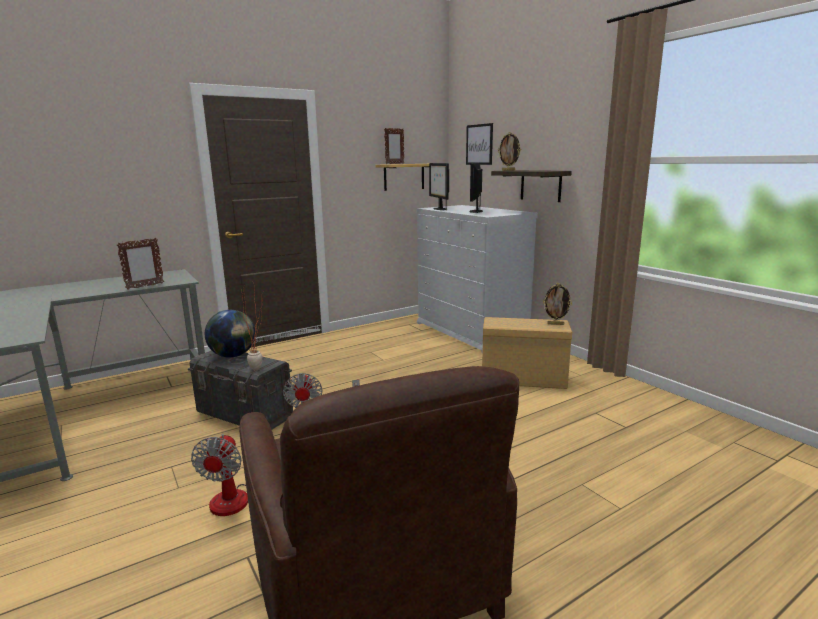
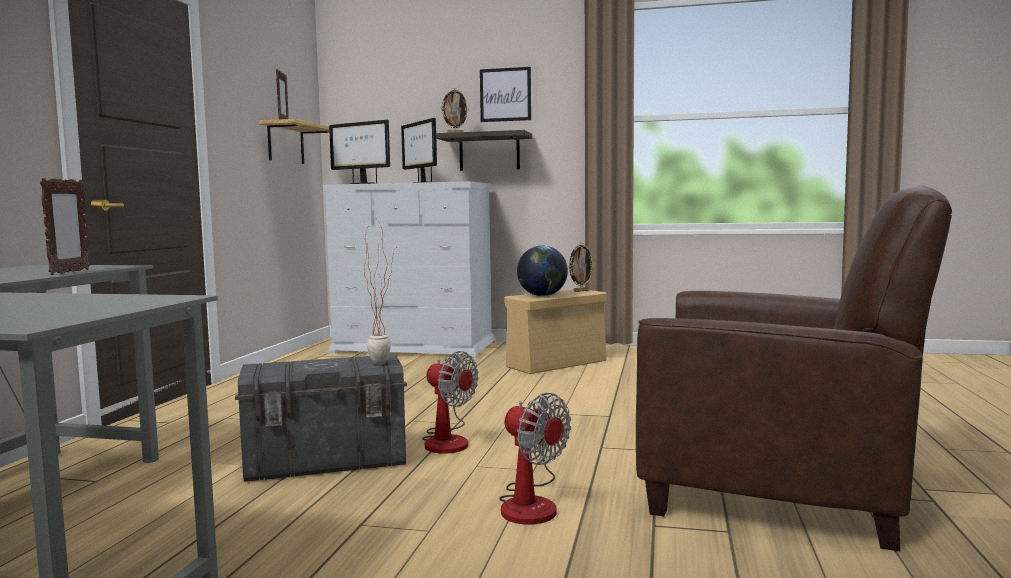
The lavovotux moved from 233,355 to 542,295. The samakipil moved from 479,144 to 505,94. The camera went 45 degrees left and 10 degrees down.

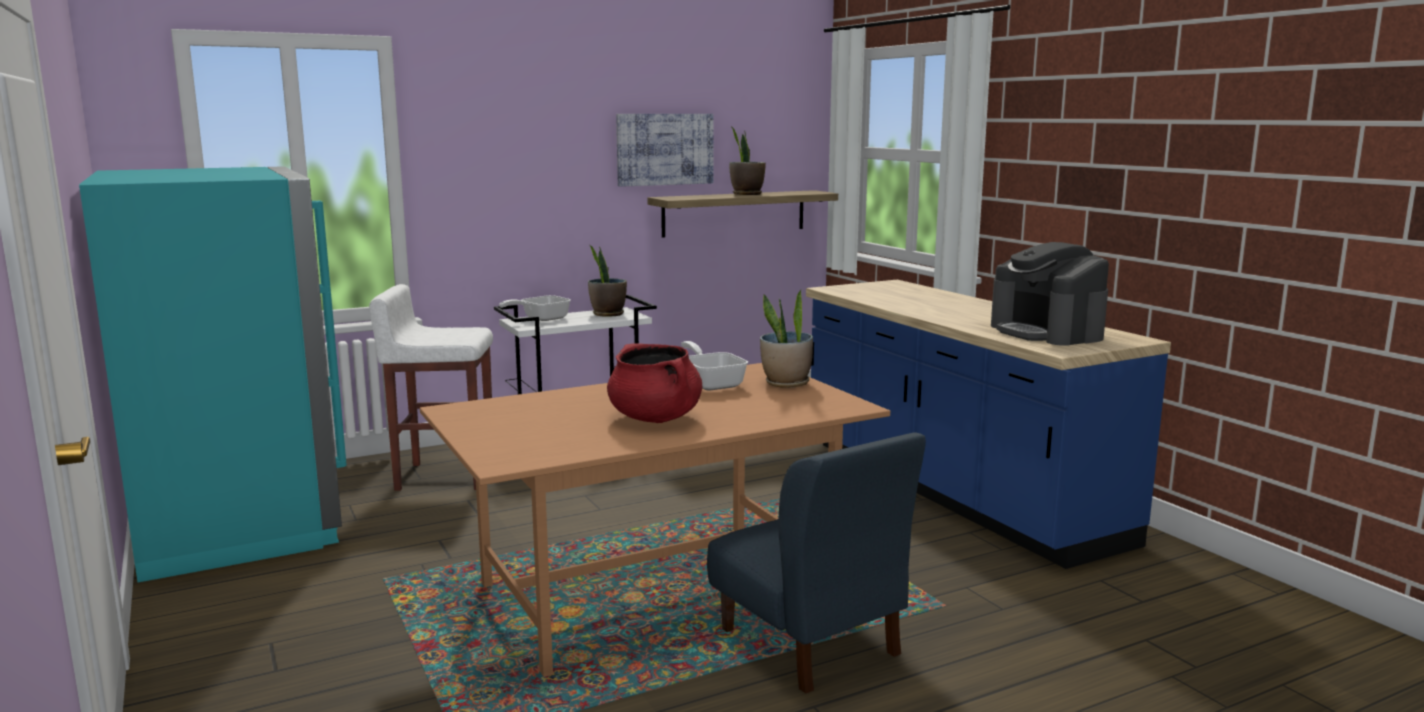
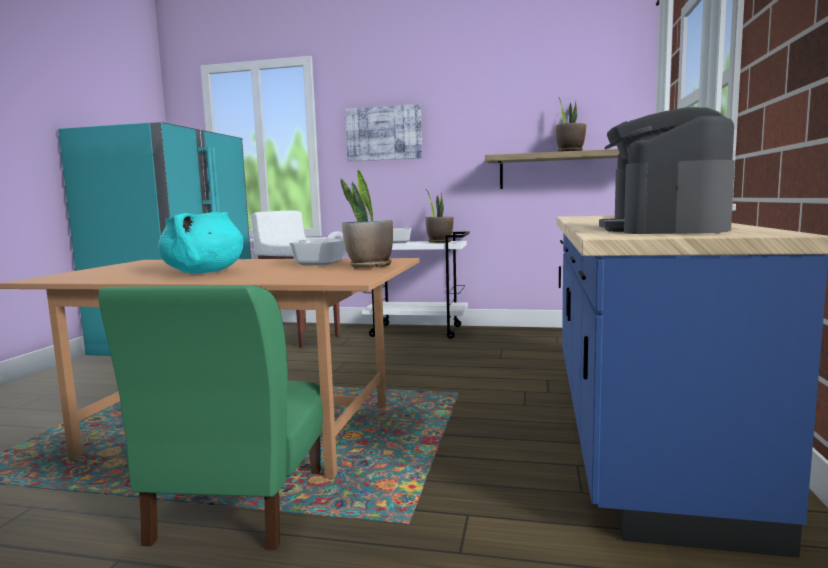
The samakipil moved from 665,149 to 383,133. The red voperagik at 655,418 became the turquoise voperagik at 204,272. The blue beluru at 809,643 became the green beluru at 239,505. The camera went 40 degrees right and 5 degrees down.

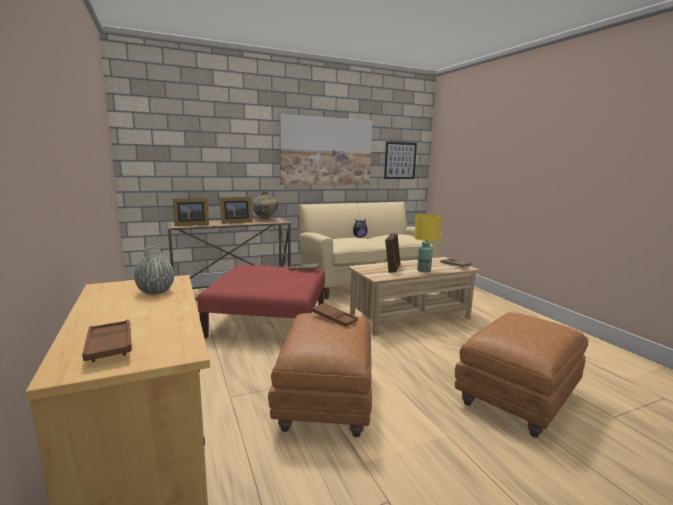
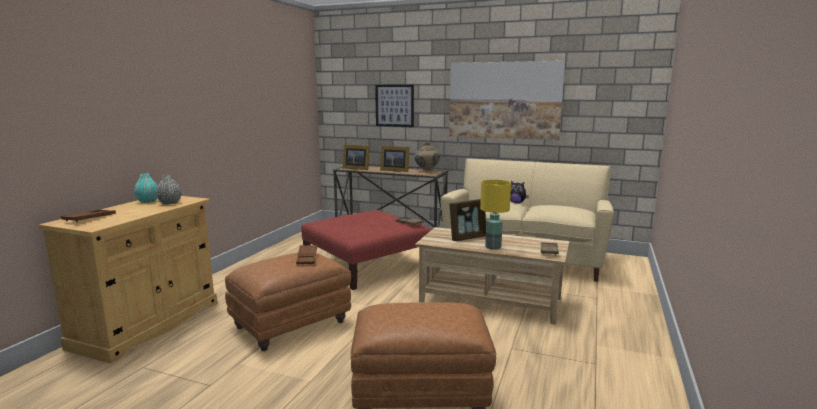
The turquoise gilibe at 148,201 appeared. The samakipil moved from 400,160 to 394,105. The camera went 45 degrees right and 0 degrees up.

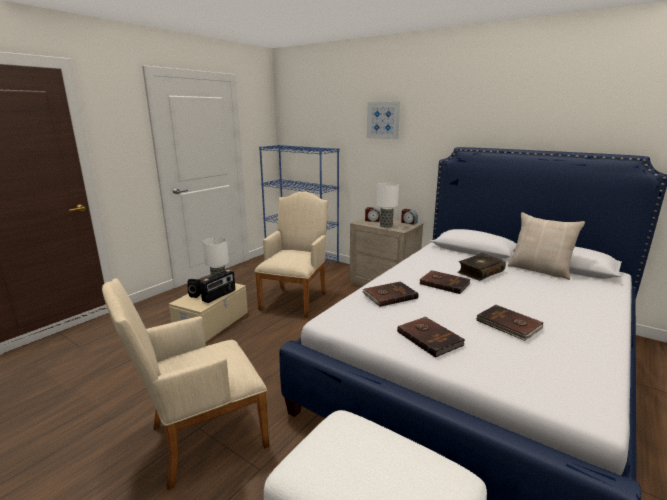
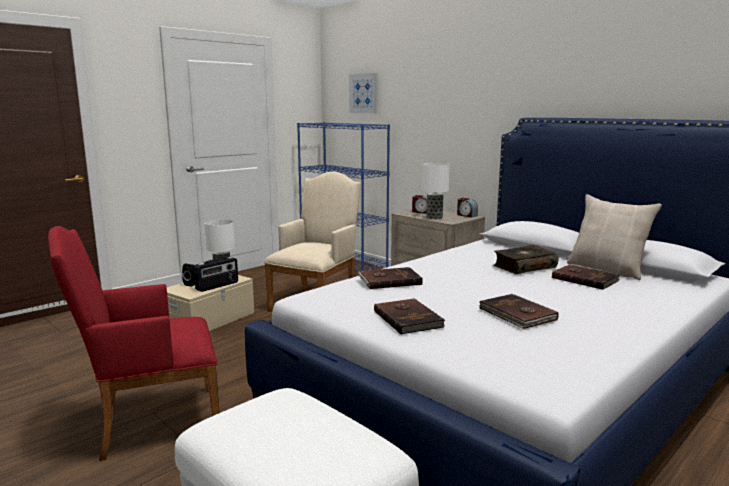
The samakipil moved from 383,120 to 364,93. The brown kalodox moved from 444,283 to 584,279. The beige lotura at 200,439 became the red lotura at 150,422. The camera went 10 degrees right and 5 degrees down.

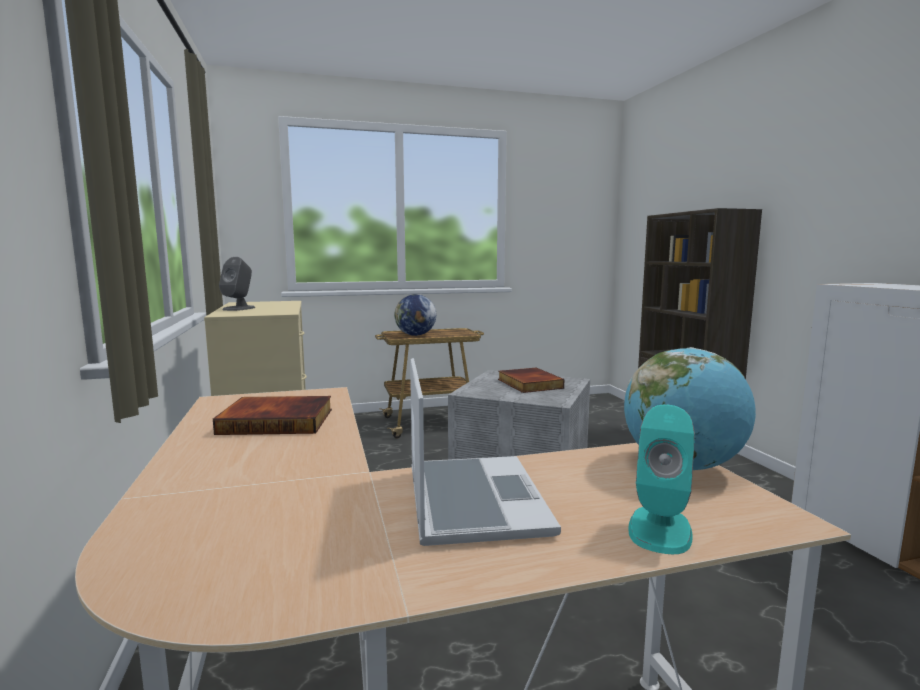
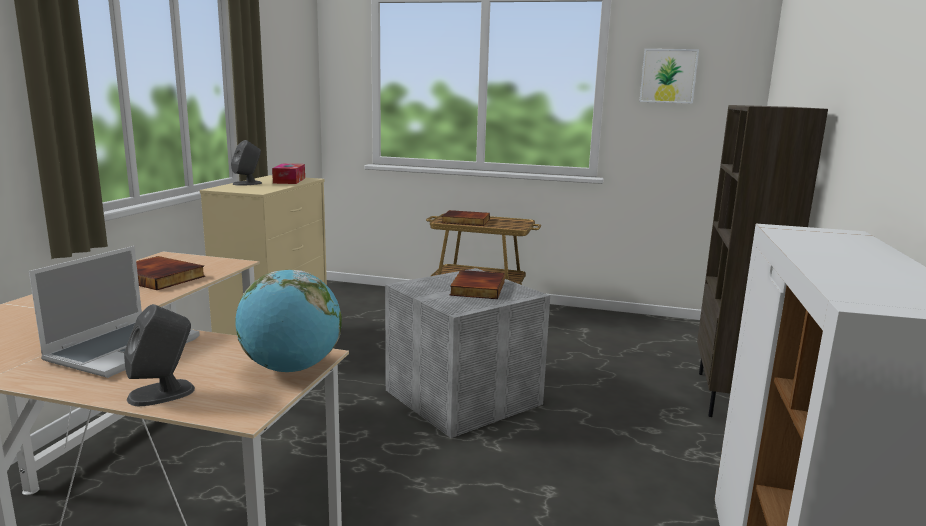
The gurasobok at 289,180 appeared. The samakipil at 668,76 appeared. The lavovotux at 415,335 was replaced by the kalodox at 465,221. The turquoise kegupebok at 660,529 became the grey kegupebok at 162,393. The camera went 30 degrees right and 5 degrees up.

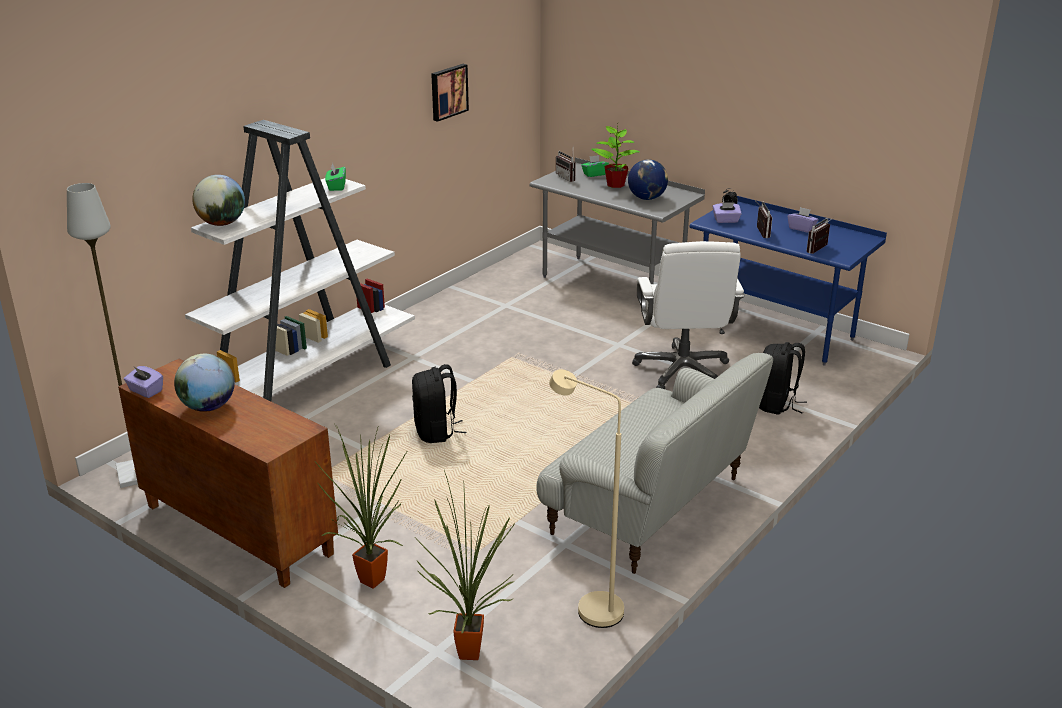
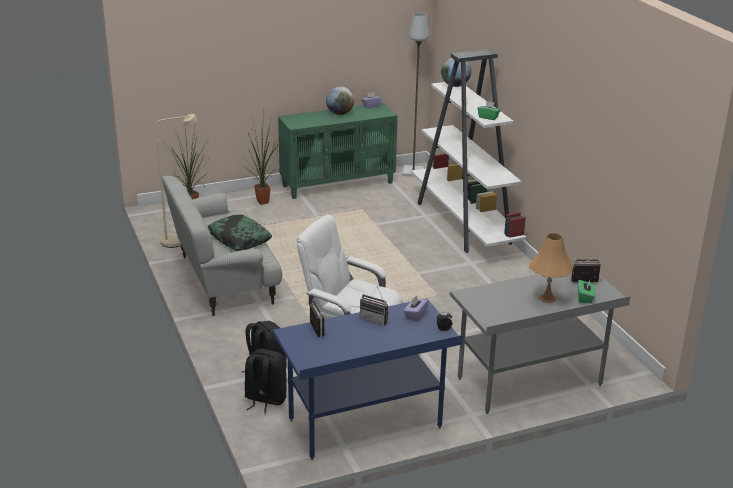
The samakipil at 448,91 disappeared. The lavovotux at 647,198 disappeared. The purple gurasobok at 801,228 disappeared. The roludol at 239,239 appeared. The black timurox moved from 436,432 to 265,399. The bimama at 616,185 was replaced by the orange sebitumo at 547,298. The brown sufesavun at 236,530 became the green sufesavun at 338,184. The camera went 120 degrees right and 0 degrees up.

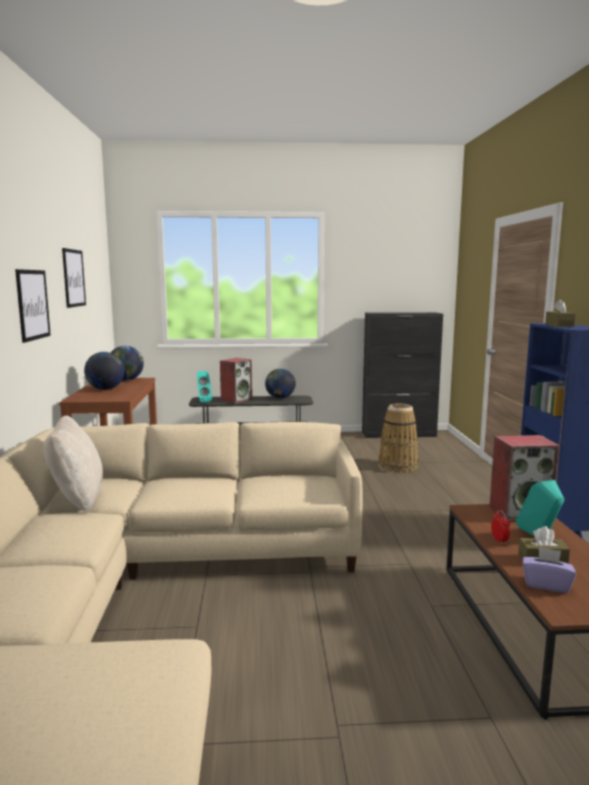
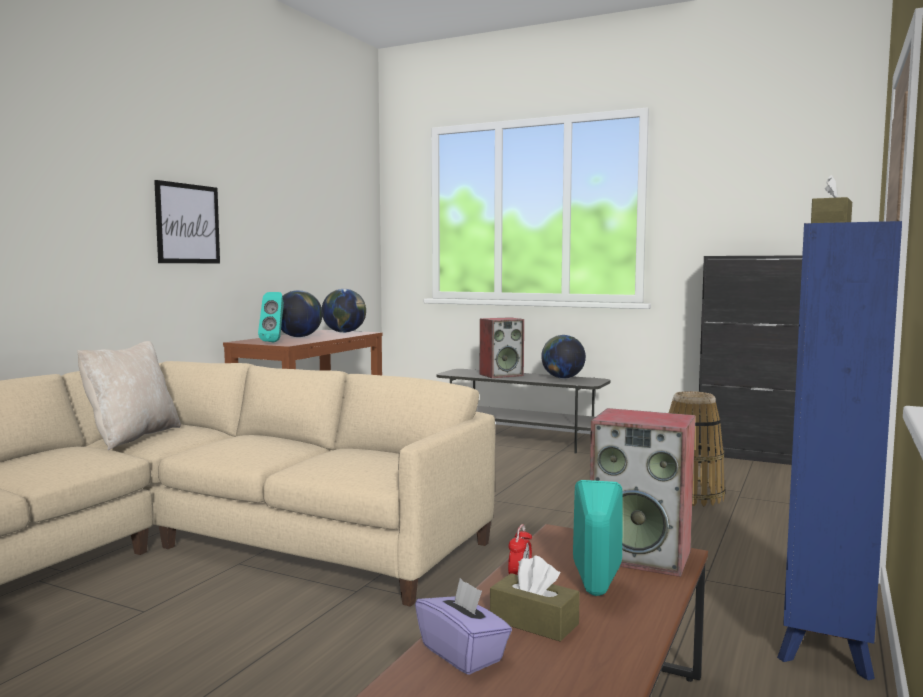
The samakipil at 73,278 disappeared. The turquoise kegupebok moved from 203,401 to 274,342. The camera went 30 degrees right and 5 degrees down.

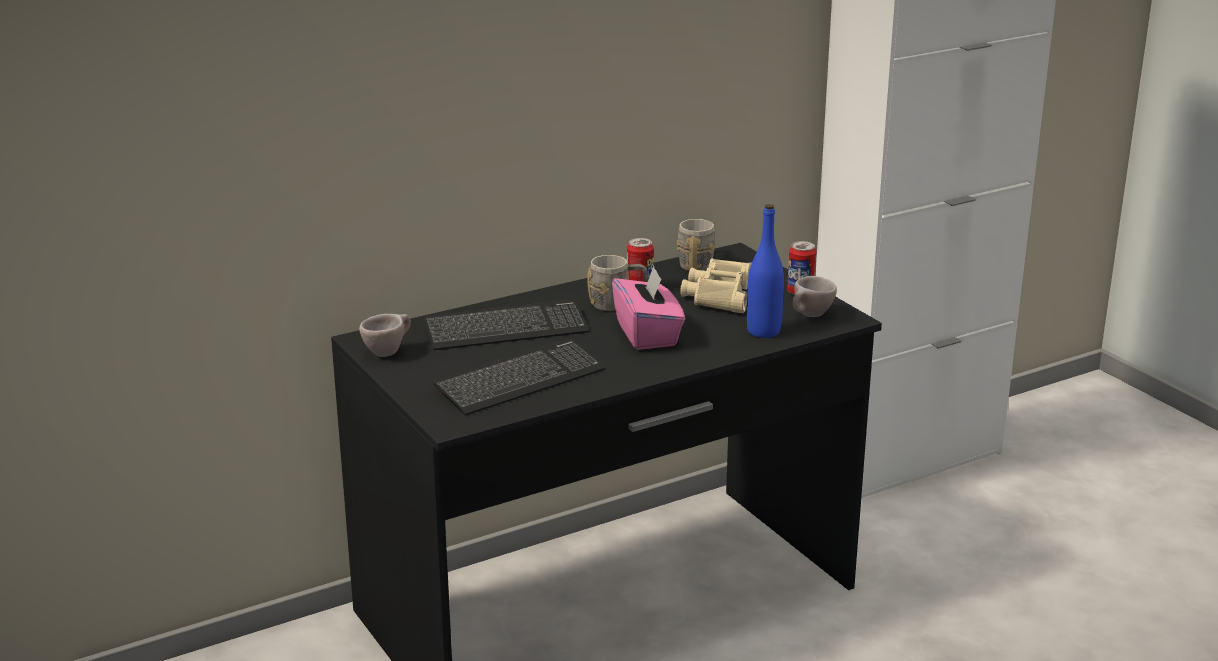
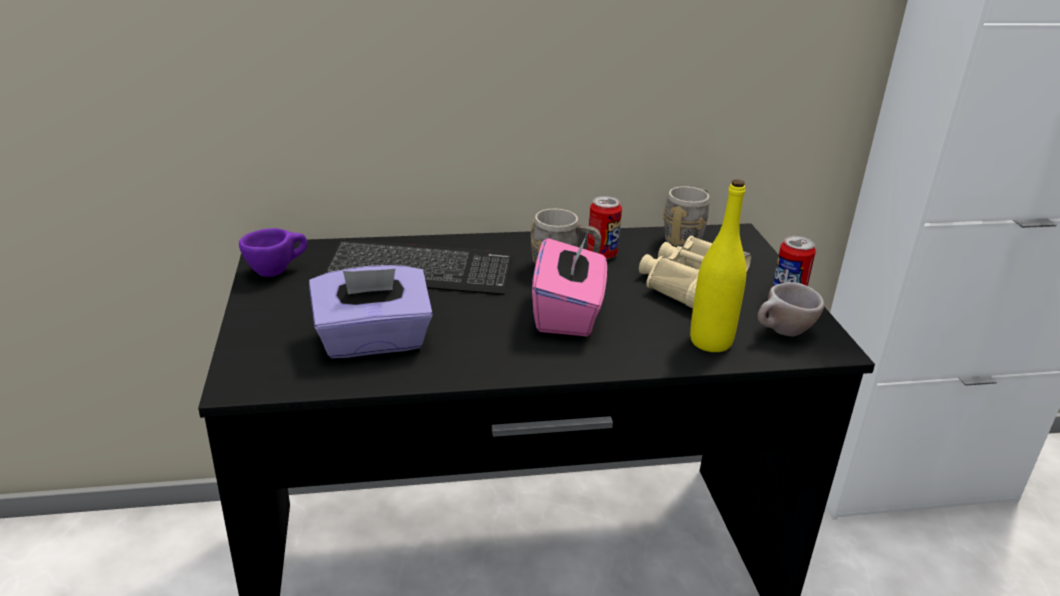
The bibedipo at 520,380 was replaced by the purple gurasobok at 373,341. The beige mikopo at 388,351 became the purple mikopo at 277,271. The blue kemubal at 763,331 became the yellow kemubal at 710,342. The camera went 20 degrees right and 5 degrees up.

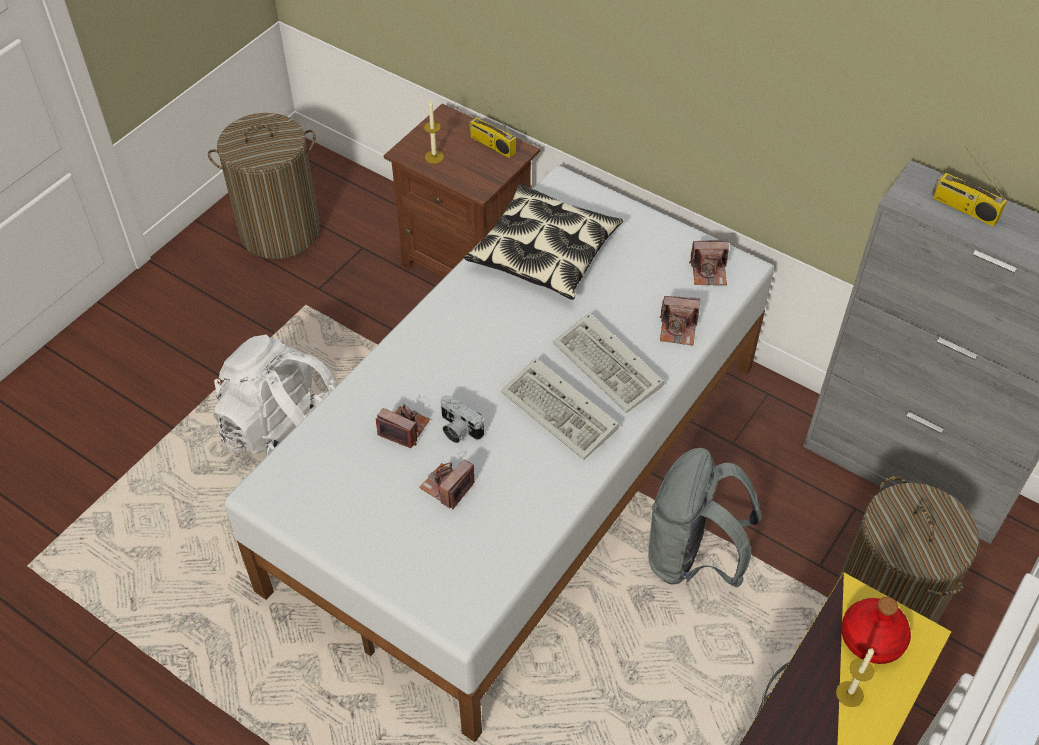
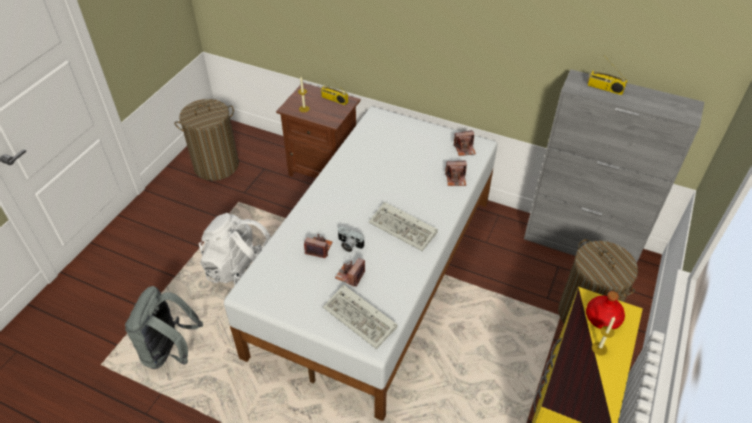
The roludol at 544,252 disappeared. The bibedipo moved from 610,367 to 361,318. The grey timurox moved from 692,558 to 170,351. The camera went 10 degrees left and 5 degrees down.

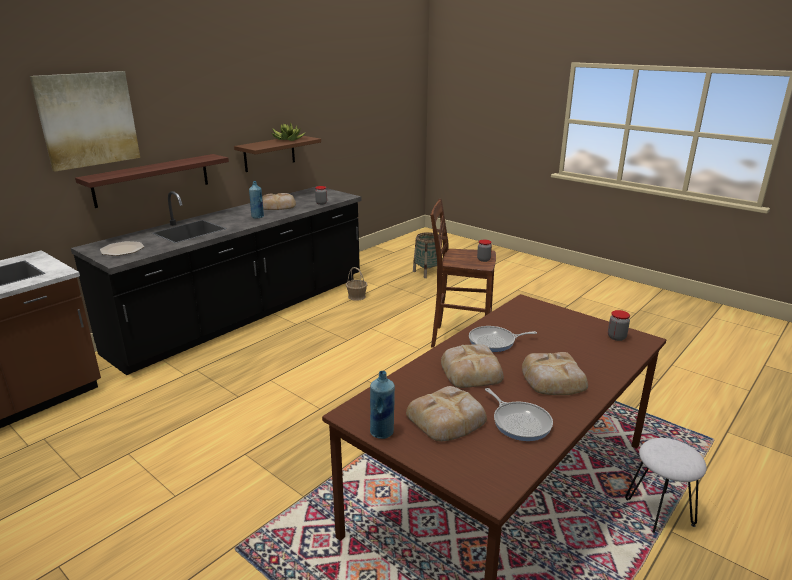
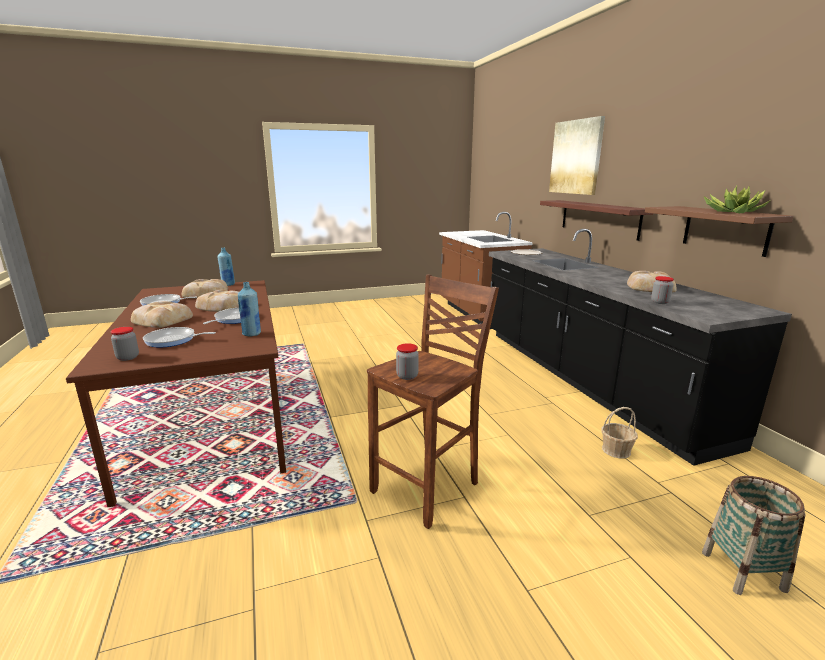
The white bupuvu at 659,513 disappeared. The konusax at 173,340 appeared. The blue kemubal moved from 257,217 to 252,334. The camera went 120 degrees right and 5 degrees down.

